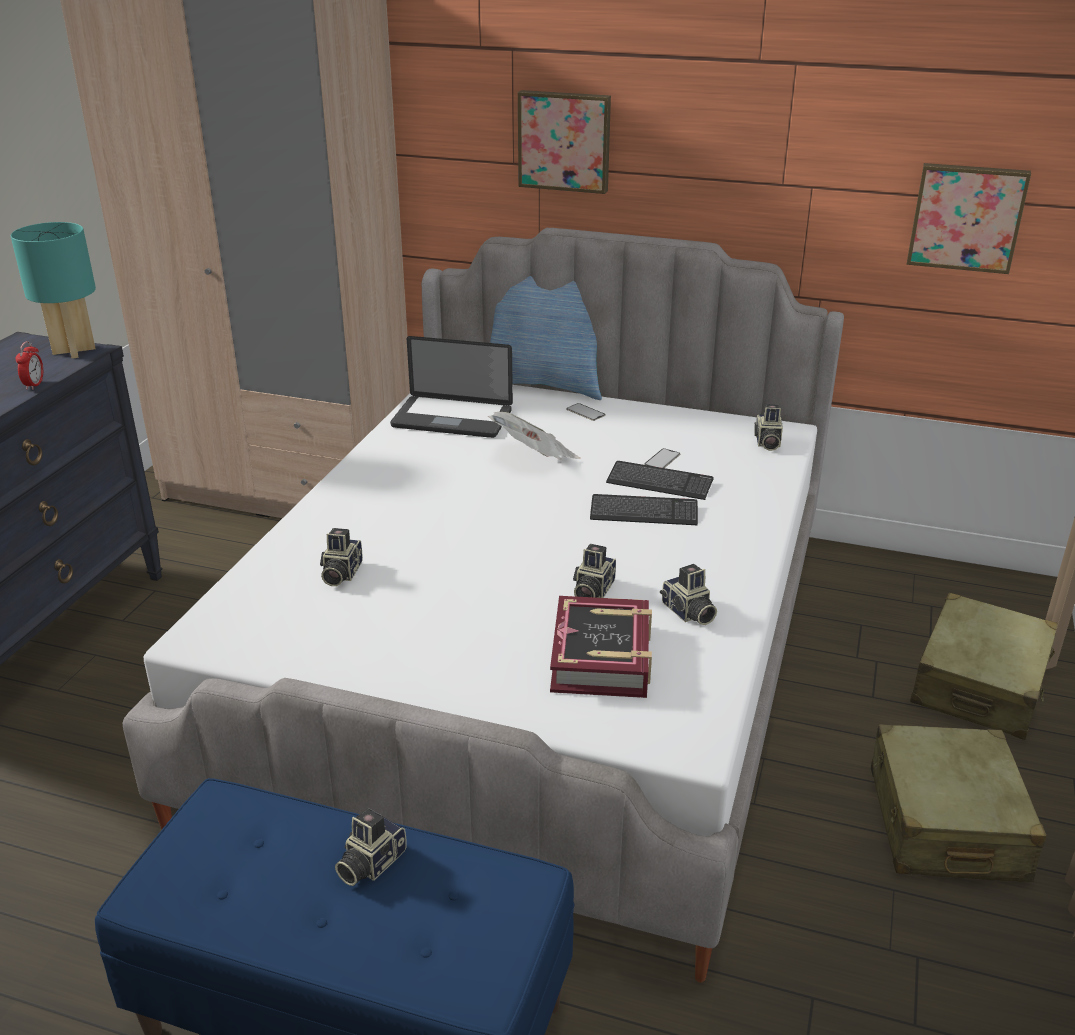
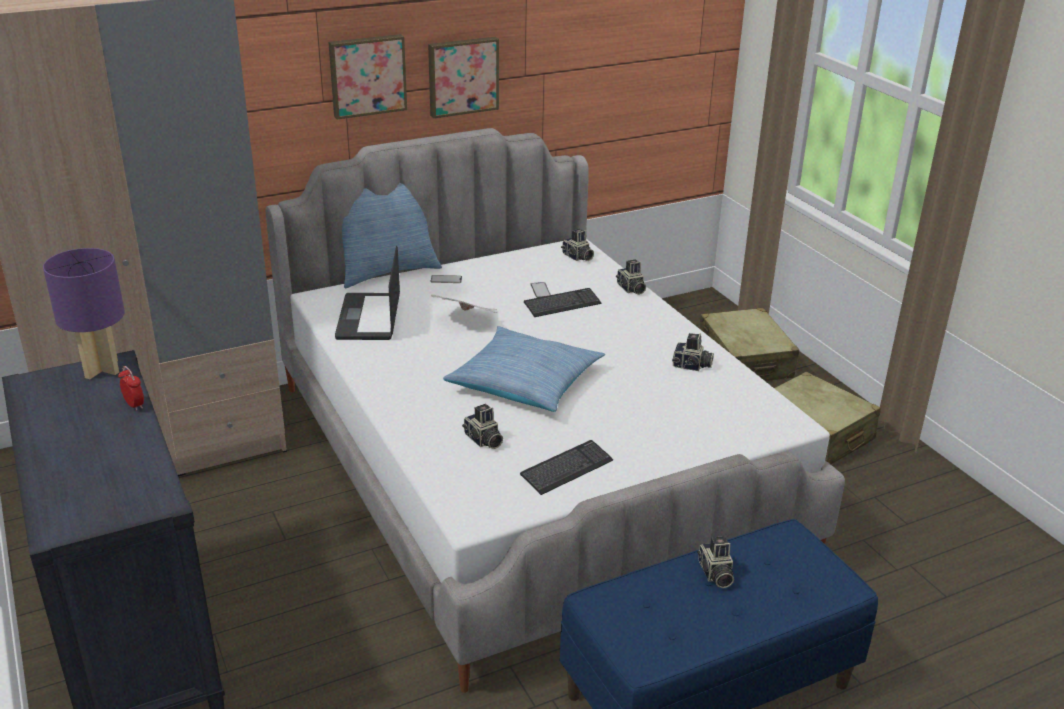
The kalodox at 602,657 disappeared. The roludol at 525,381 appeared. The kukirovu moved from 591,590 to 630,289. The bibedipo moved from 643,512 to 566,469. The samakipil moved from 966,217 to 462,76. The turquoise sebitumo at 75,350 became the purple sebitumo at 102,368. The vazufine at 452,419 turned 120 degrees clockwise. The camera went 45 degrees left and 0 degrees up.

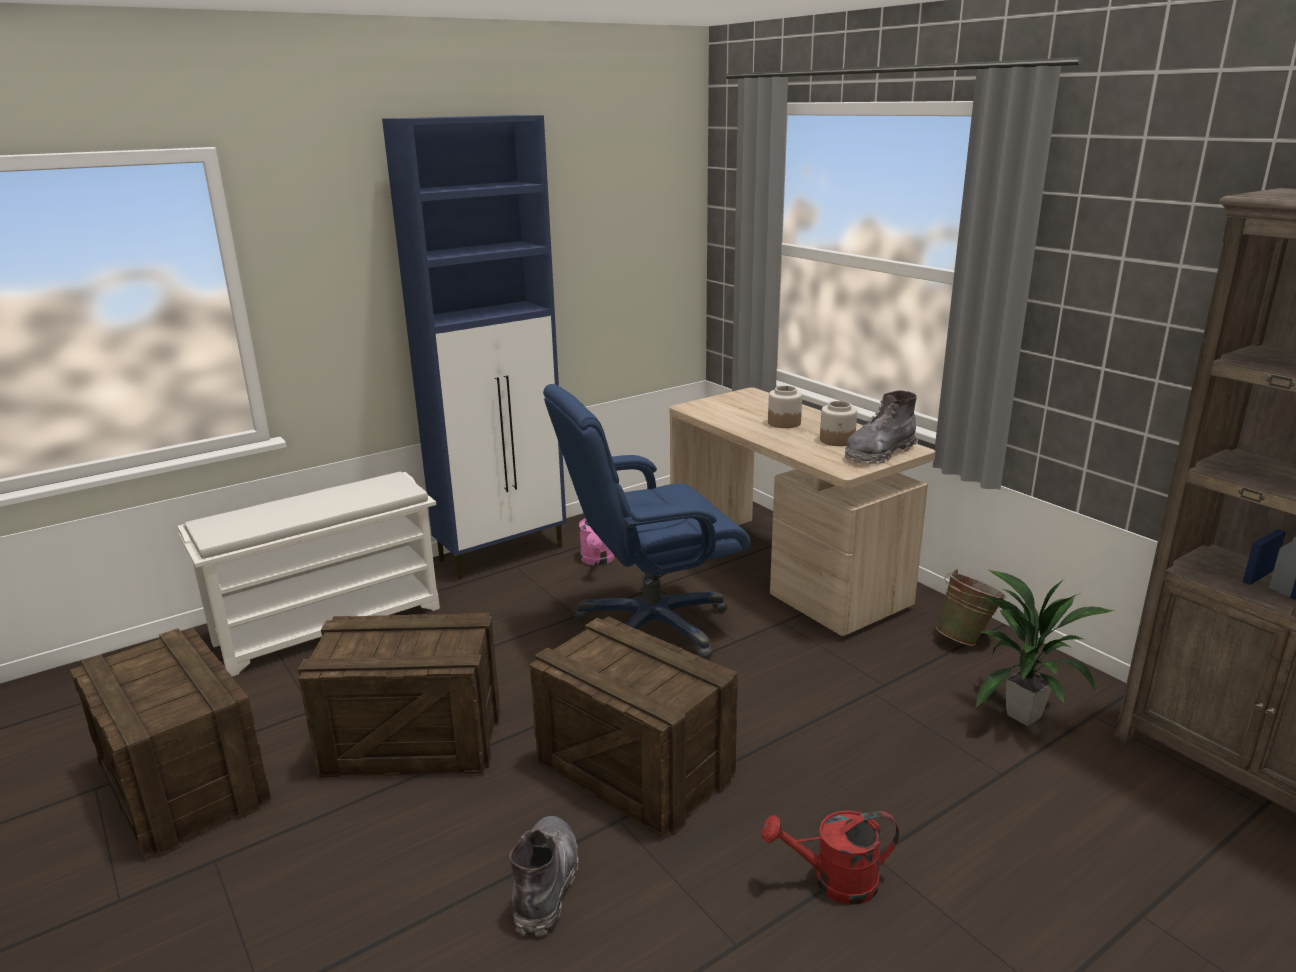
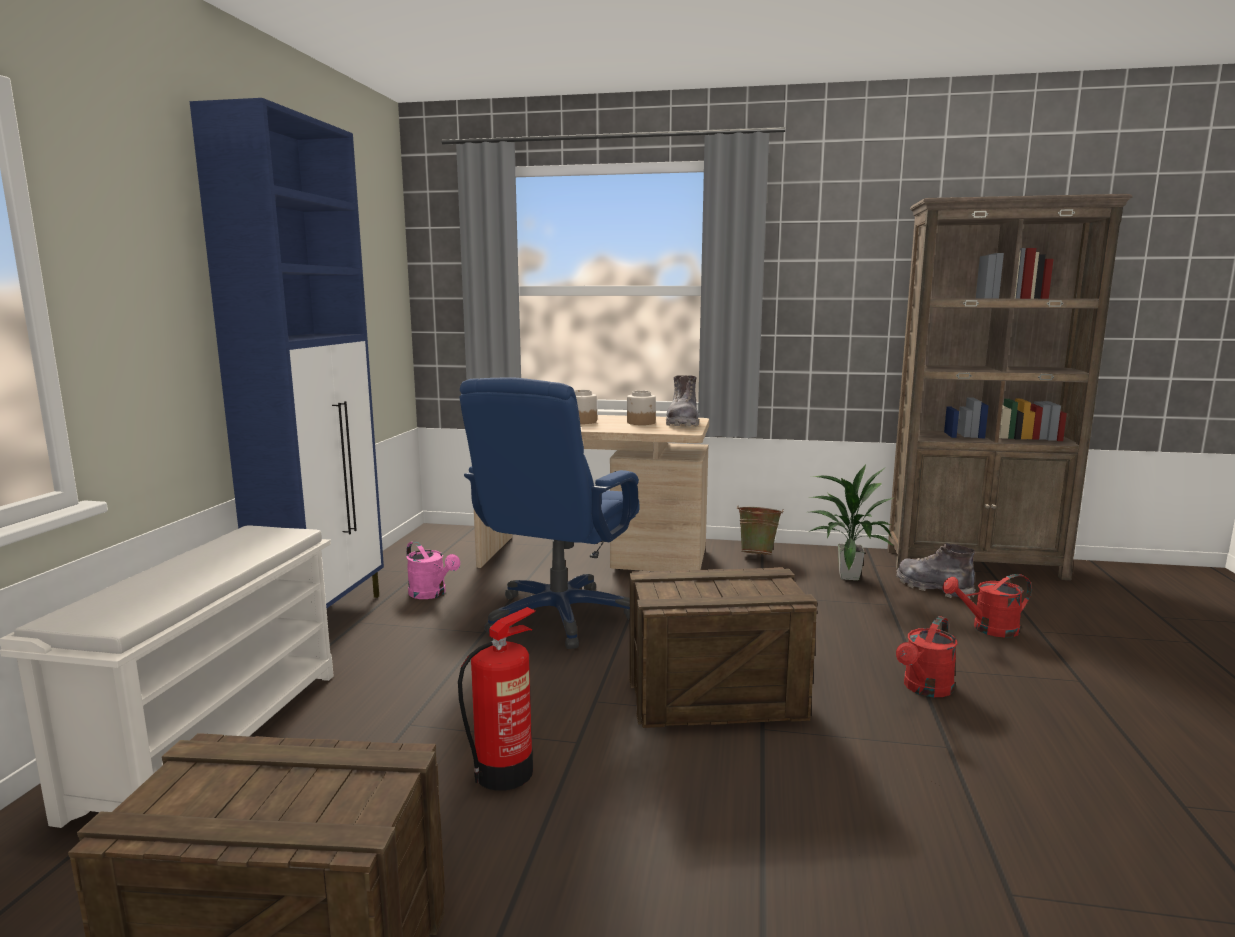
The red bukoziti at 988,629 appeared. The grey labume moved from 545,884 to 933,588. The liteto at 414,741 was replaced by the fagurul at 505,772. The camera went 45 degrees left and 10 degrees down.

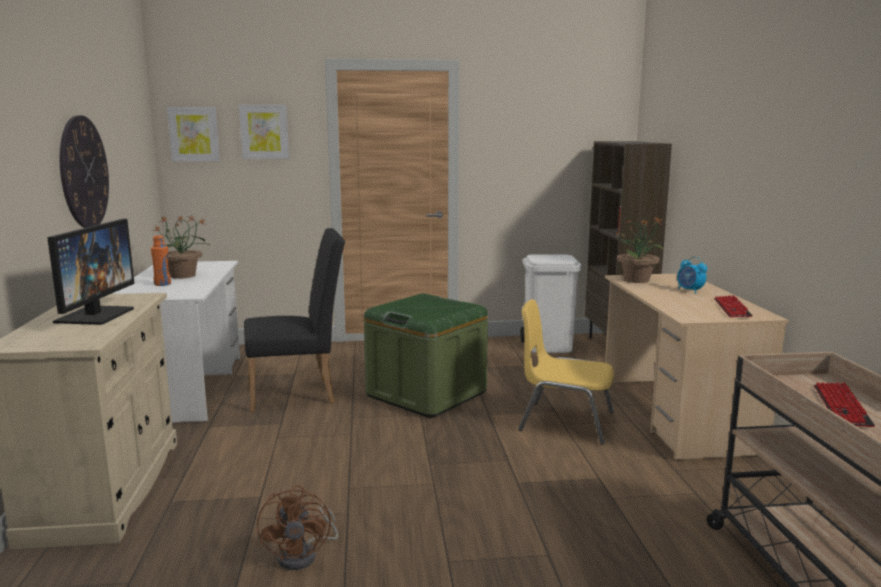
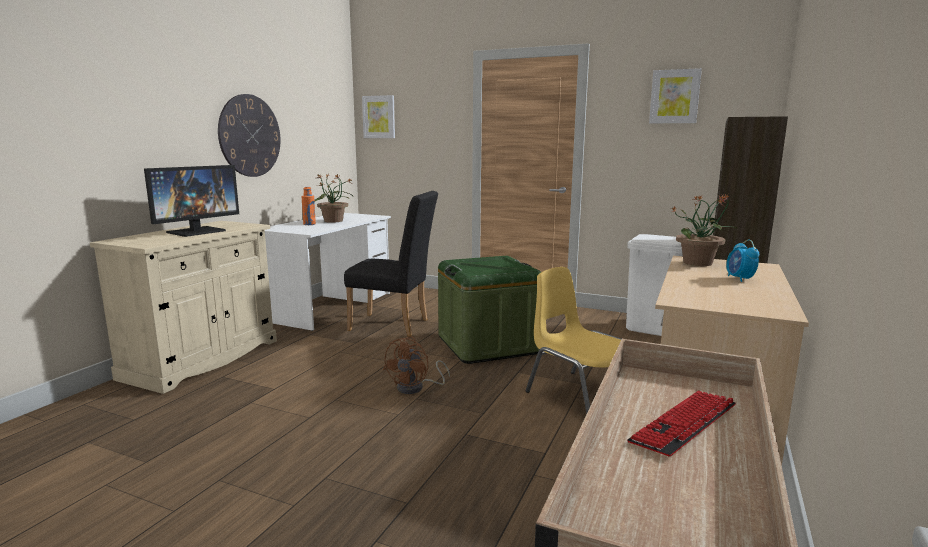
The bibedipo at 732,308 disappeared. The samakipil moved from 264,131 to 674,96. The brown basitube moved from 304,555 to 416,388. The camera went 30 degrees right and 0 degrees up.

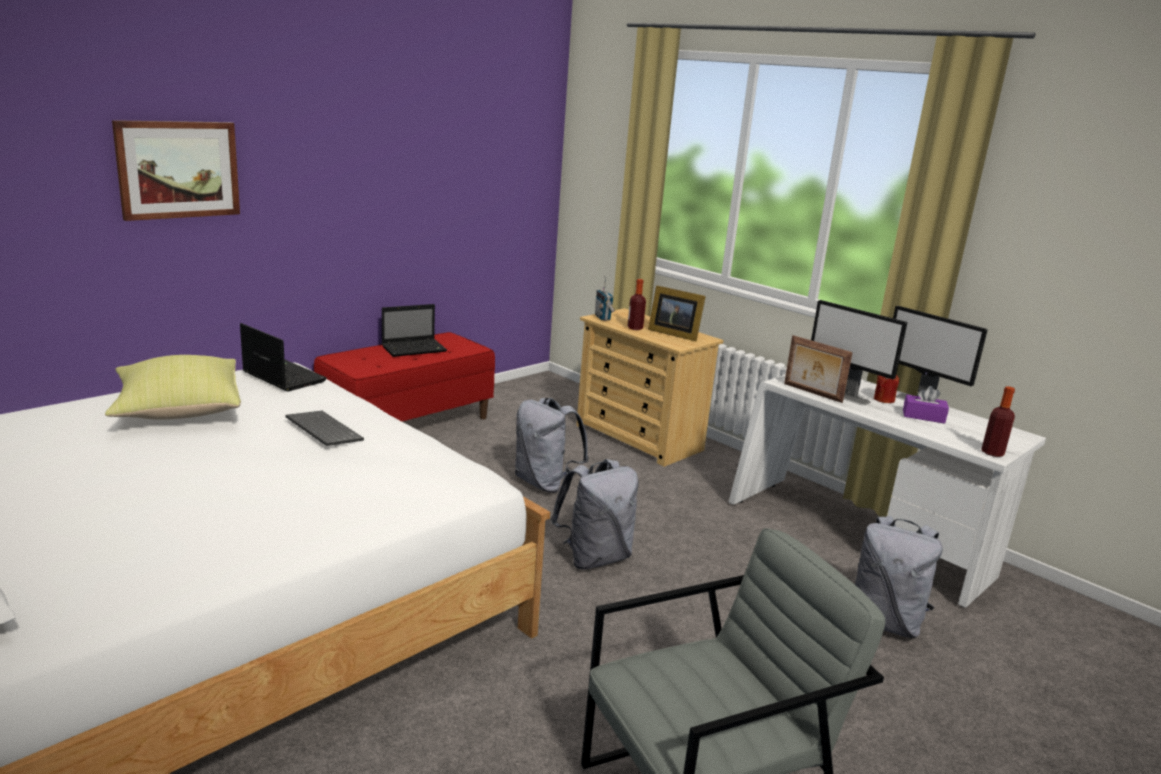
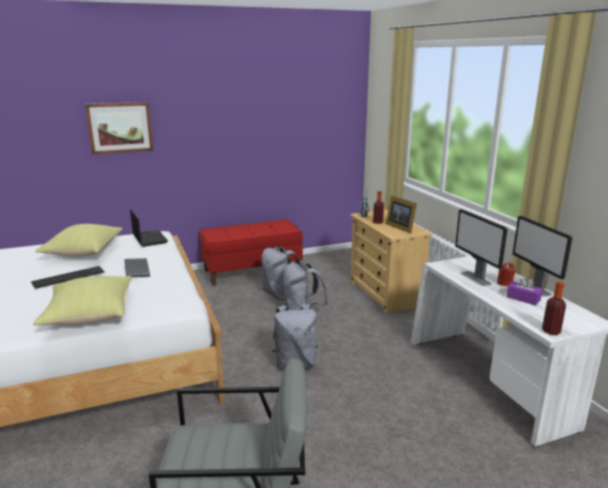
The vazufine at 415,349 disappeared. The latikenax at 812,393 disappeared. The bibedipo at 68,277 appeared. The yellow roludol at 89,315 appeared. The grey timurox moved from 884,622 to 280,295. The camera went 25 degrees right and 0 degrees up.

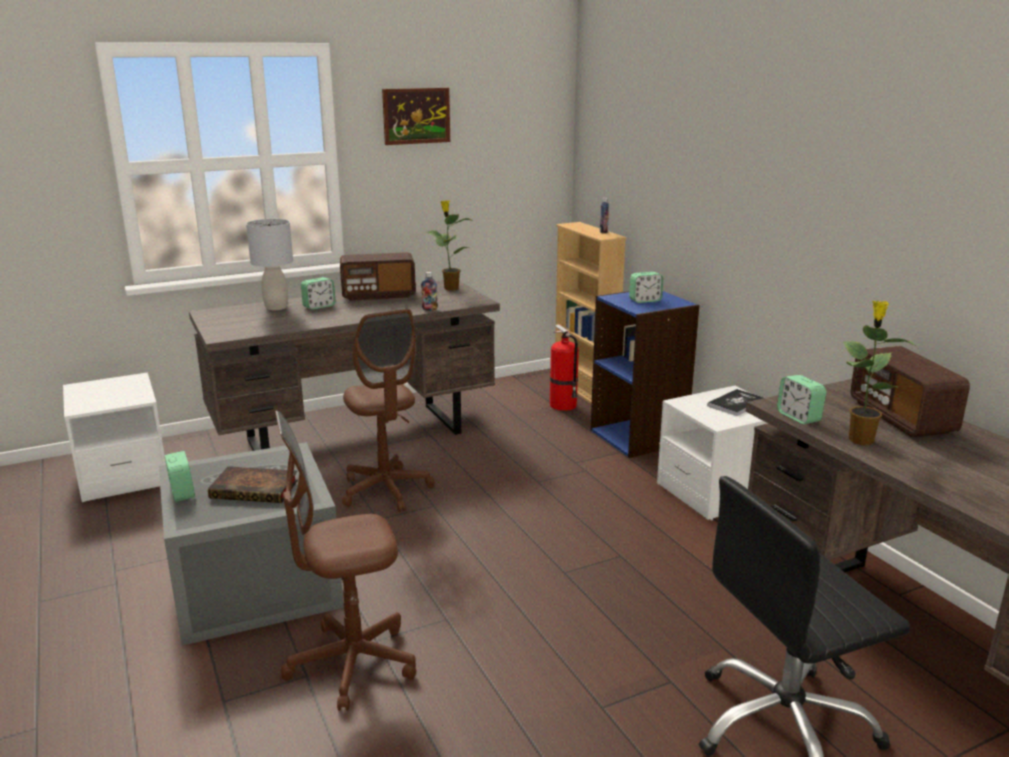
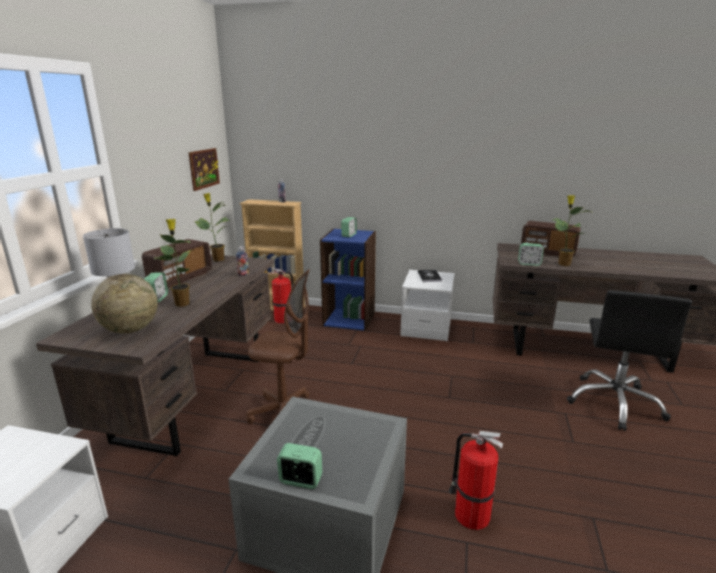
The kalodox at 257,489 disappeared. The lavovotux at 130,330 appeared. The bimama at 182,303 appeared. The samakipil moved from 416,116 to 204,168. The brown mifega at 352,664 was replaced by the fagurul at 470,514. The camera went 50 degrees left and 0 degrees up.

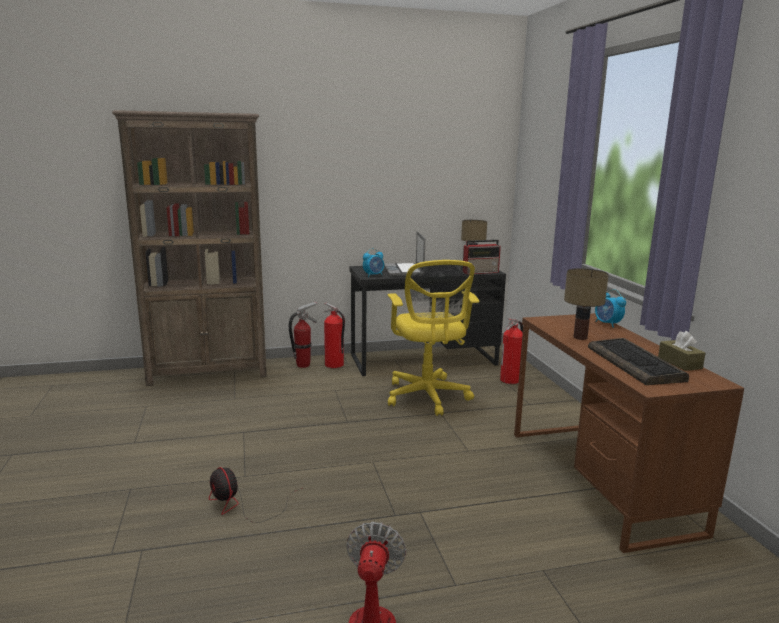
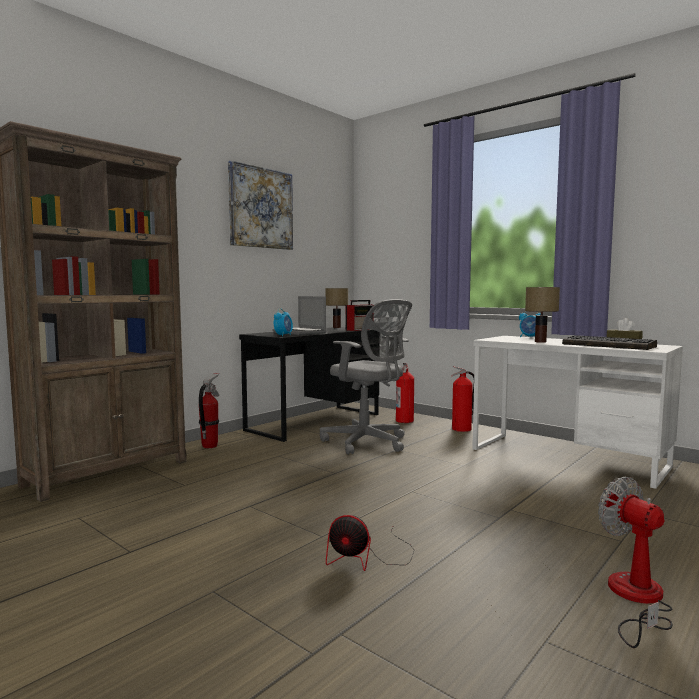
The samakipil at 261,208 appeared. The fagurul moved from 334,365 to 462,429. The yellow mifega at 427,397 became the grey mifega at 367,443. The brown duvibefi at 599,479 became the white duvibefi at 567,458. The camera went 35 degrees left and 10 degrees down.

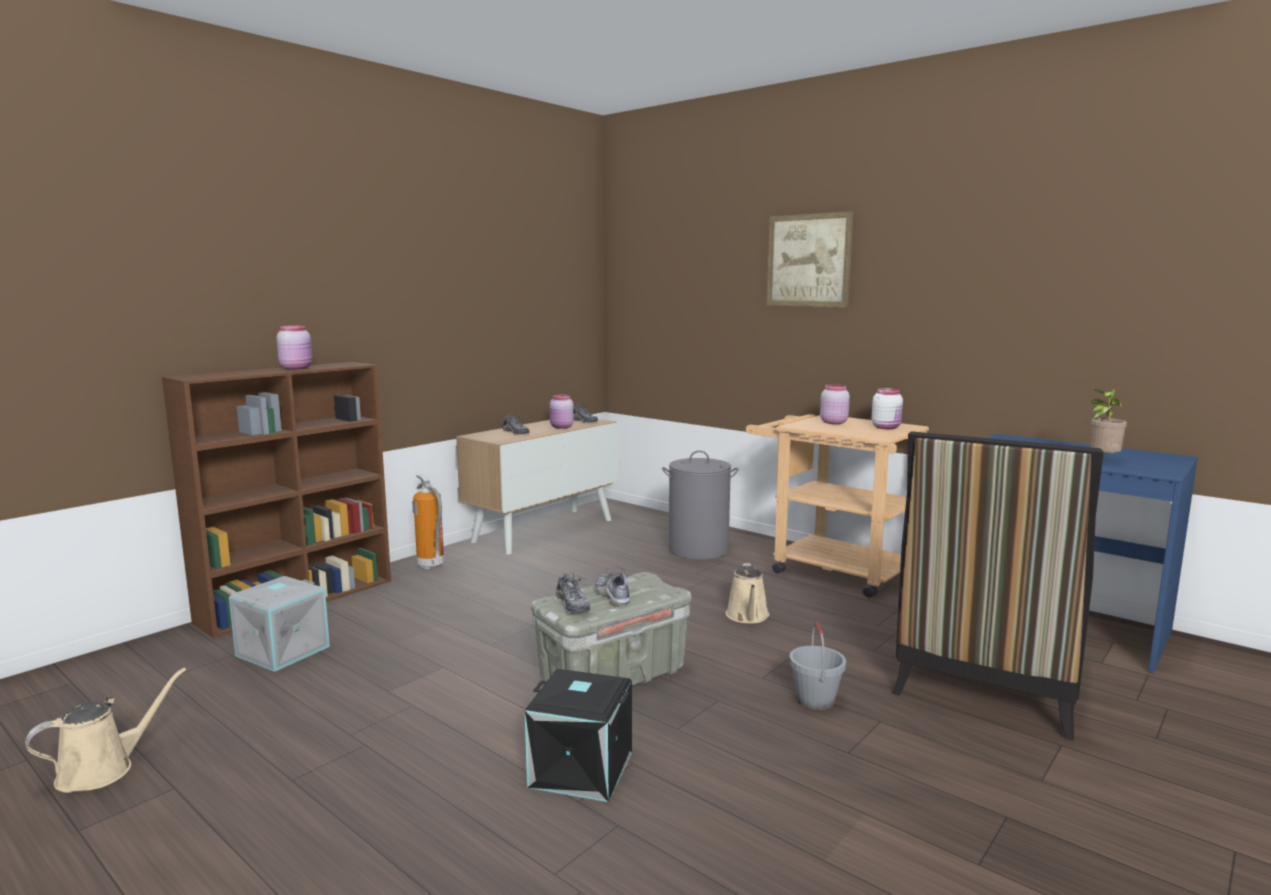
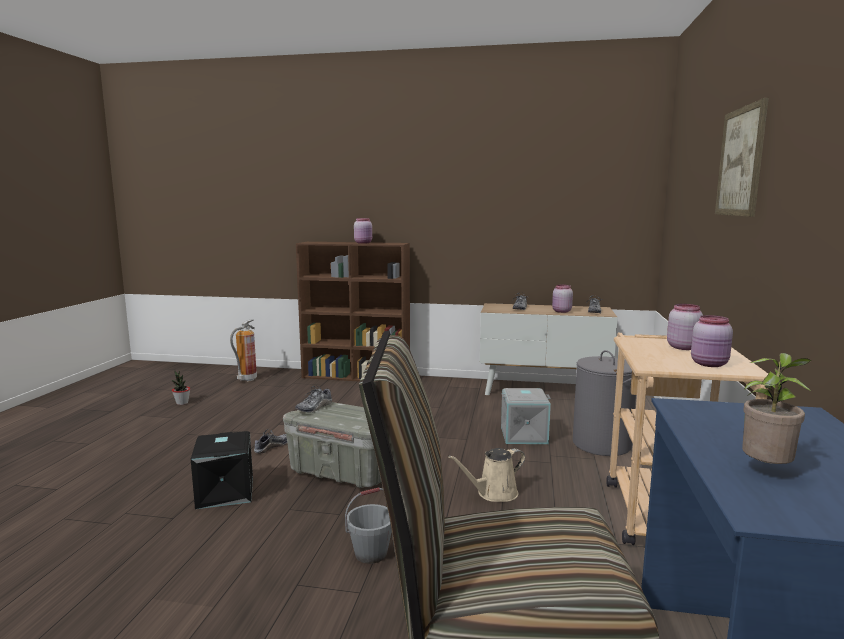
The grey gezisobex moved from 282,650 to 524,435. The fagurul moved from 431,565 to 247,379. The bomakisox moved from 612,595 to 271,447. The beige bukoziti at 103,770 was replaced by the bimama at 182,403. The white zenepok at 886,427 became the pink zenepok at 710,364. The camera went 60 degrees right and 0 degrees up.

